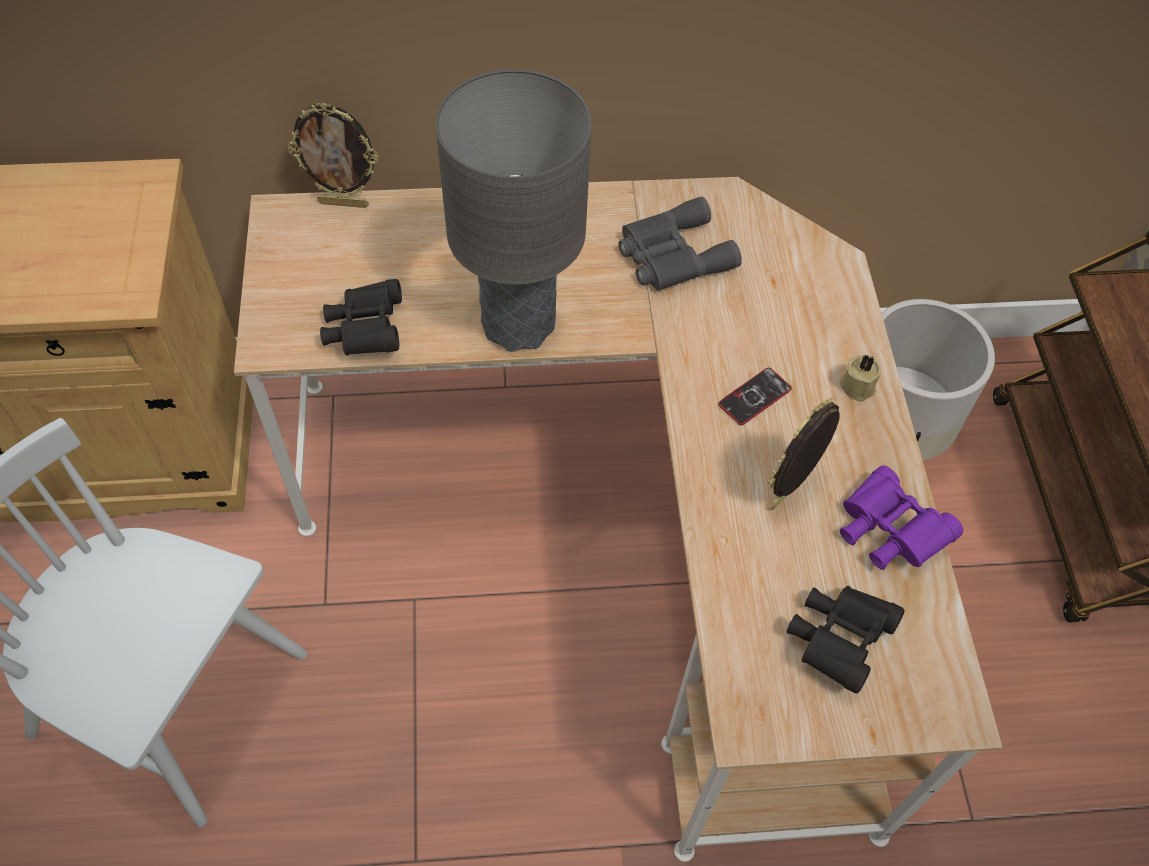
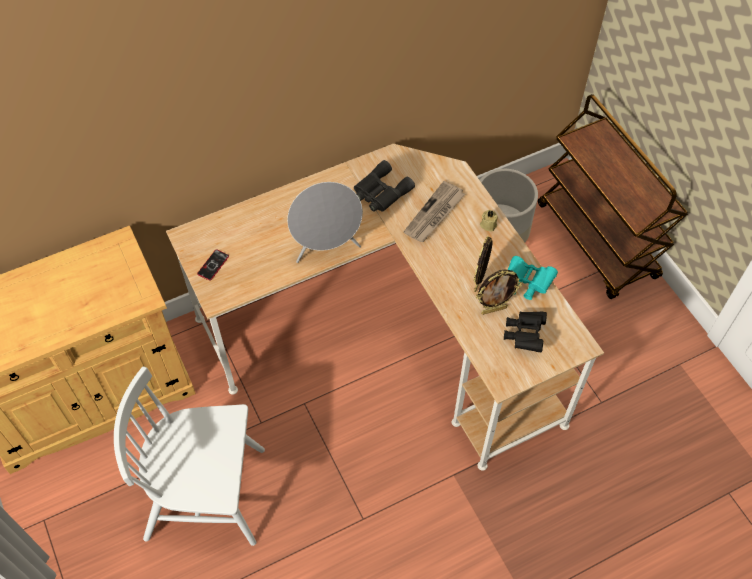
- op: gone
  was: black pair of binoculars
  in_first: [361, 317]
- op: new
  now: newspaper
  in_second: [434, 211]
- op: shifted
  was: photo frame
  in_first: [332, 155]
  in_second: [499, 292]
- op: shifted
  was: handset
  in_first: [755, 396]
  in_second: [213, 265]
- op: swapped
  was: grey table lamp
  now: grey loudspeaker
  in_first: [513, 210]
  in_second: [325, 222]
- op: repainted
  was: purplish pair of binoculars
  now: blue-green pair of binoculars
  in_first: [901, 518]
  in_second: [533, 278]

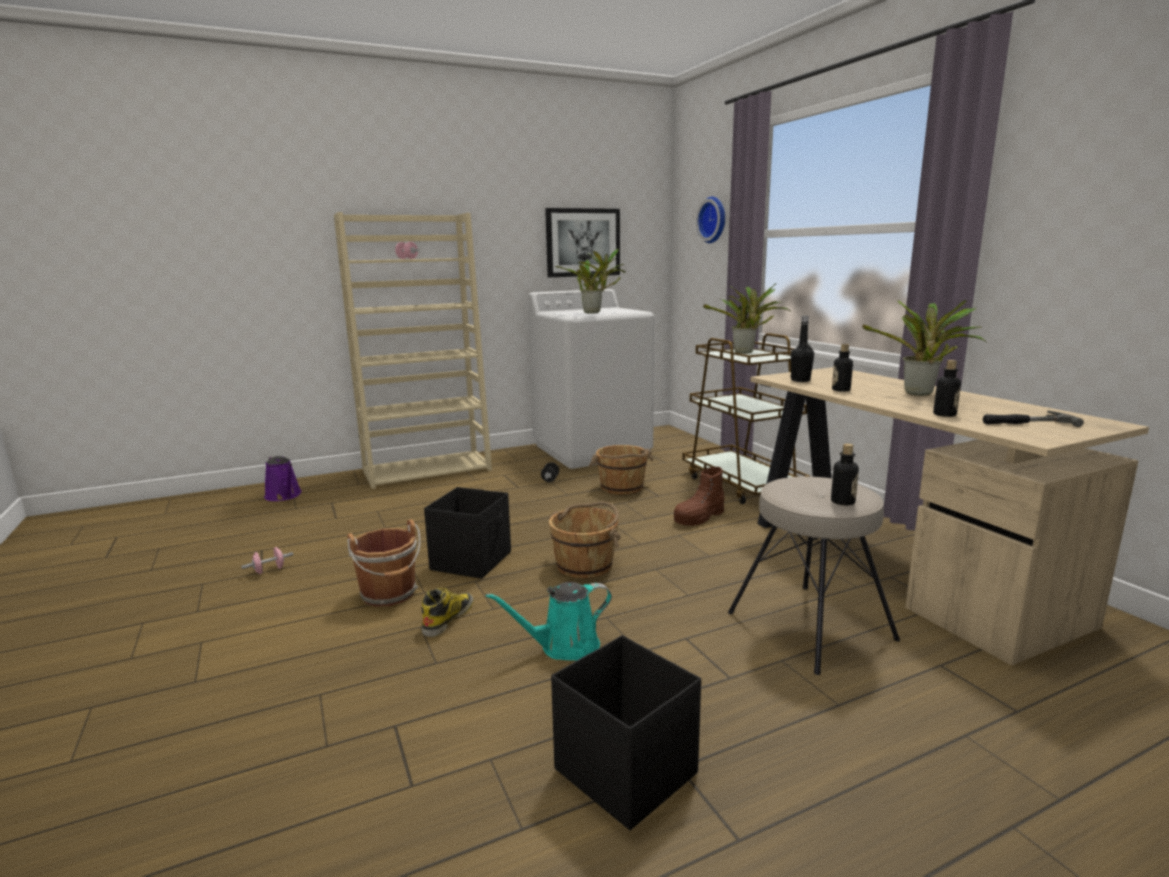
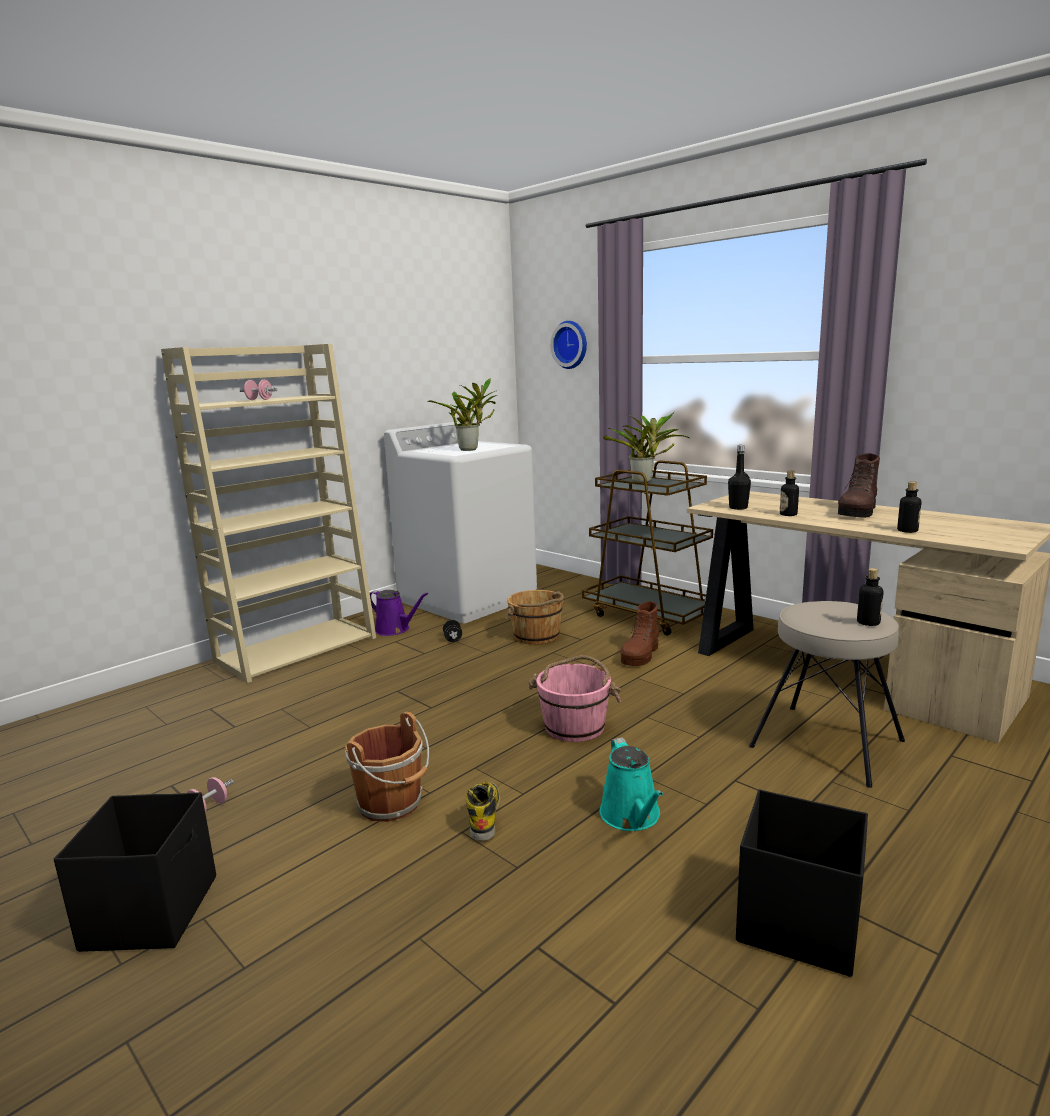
- op: gone
  was: picture
  in_first: [582, 242]
- op: gone
  was: hammer
  in_first: [1033, 419]
- op: shifted
  was: purplish watering can
  in_first: [283, 478]
  in_second: [399, 613]
- op: shifted
  was: black storage bin
  in_first: [467, 533]
  in_second: [135, 872]
- op: swapped
  was: plant in a pot
  now: brown-coloured tall boot
  in_first: [924, 348]
  in_second: [859, 485]
- op: repainted
  was: brown-coloured water bucket
  now: pink water bucket
  in_first: [585, 539]
  in_second: [575, 698]
- op: rotated
  was: blue-green watering can
  in_first: [549, 621]
  in_second: [631, 784]
  clockwise: -60

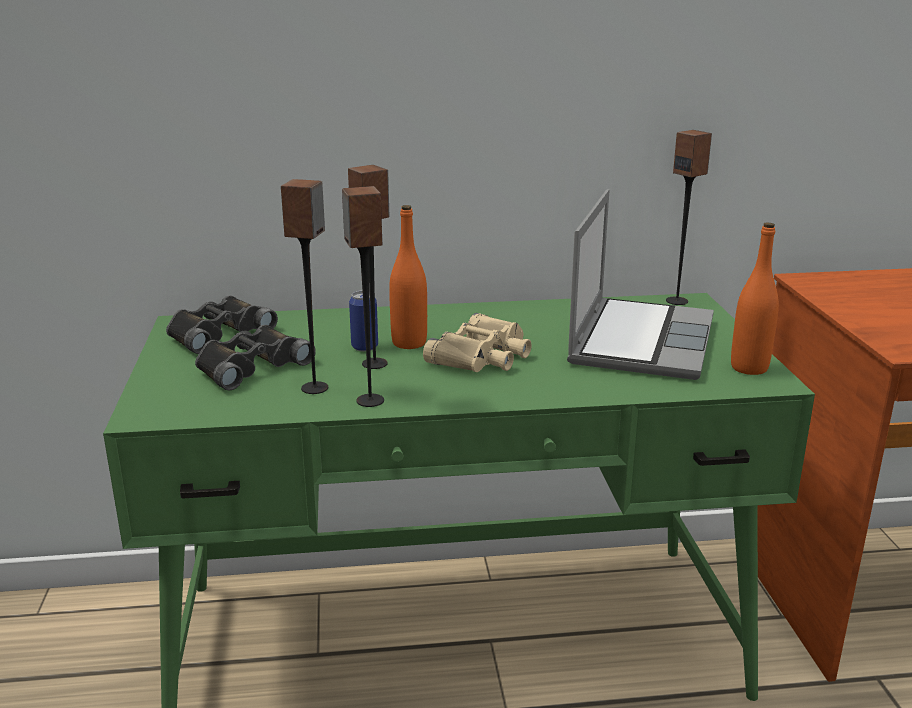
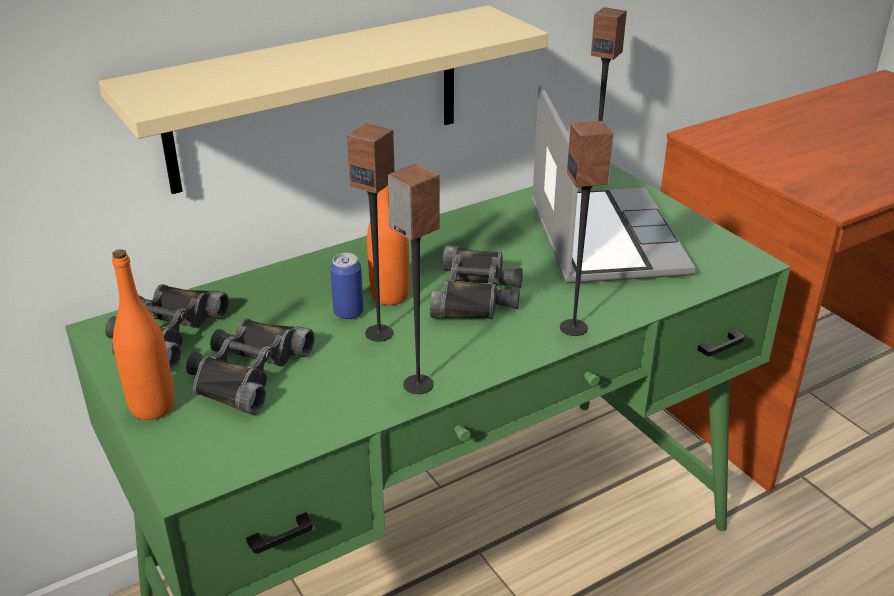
- op: new
  now: sand-coloured shelf
  in_second: [323, 99]
- op: shifted
  was: loudspeaker
  in_first: [304, 286]
  in_second: [587, 228]
- op: shifted
  was: orangey beverage bottle
  in_first: [755, 298]
  in_second: [143, 334]
- op: repainted
  was: sand-coloured pair of binoculars
  now: black pair of binoculars
  in_first: [477, 342]
  in_second: [476, 282]

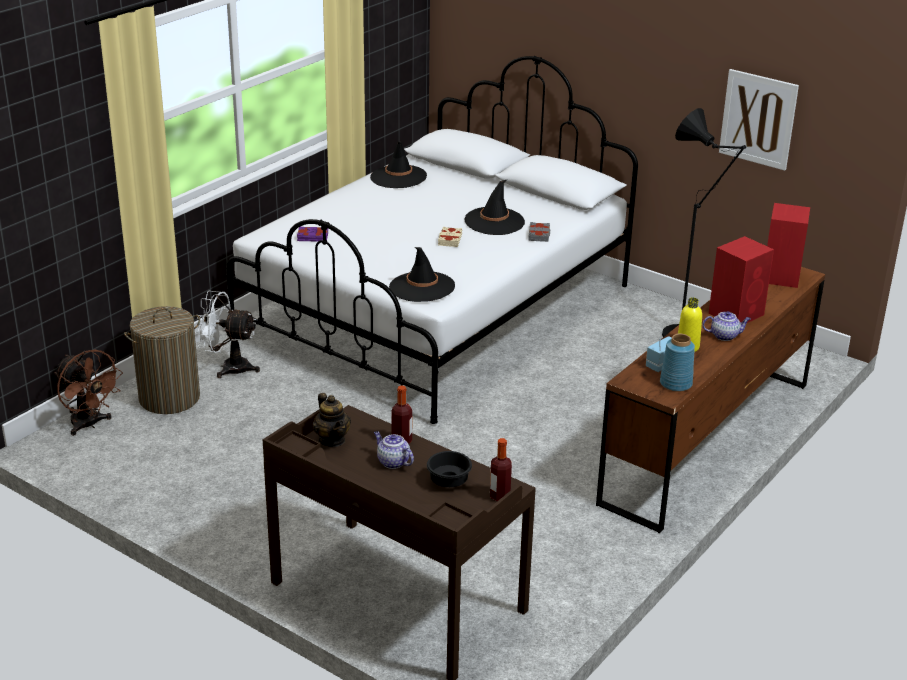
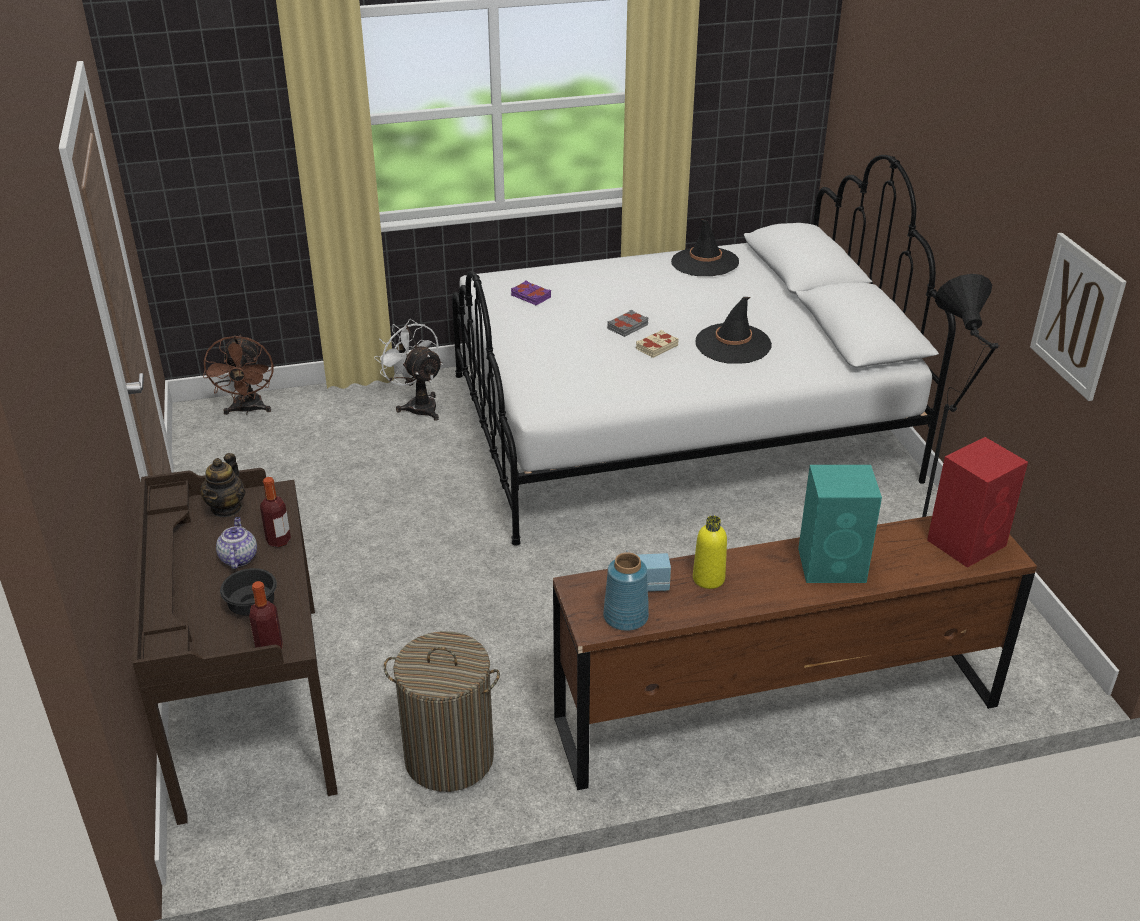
- op: gone
  was: black clothing hat
  in_first: [422, 274]
- op: gone
  was: teapot
  in_first: [726, 326]
- op: shifted
  was: hamper
  in_first: [162, 360]
  in_second: [442, 711]
- op: shifted
  was: grey bound book
  in_first: [539, 232]
  in_second: [628, 323]
- op: repainted
  was: red loudspeaker
  now: blue-green loudspeaker
  in_first: [741, 279]
  in_second: [840, 524]

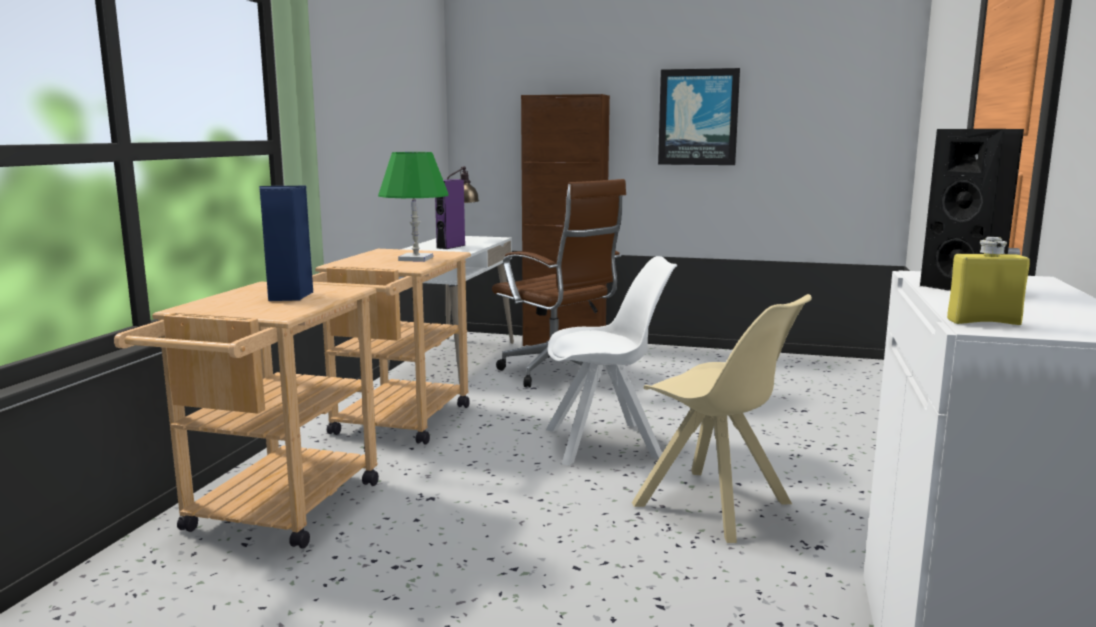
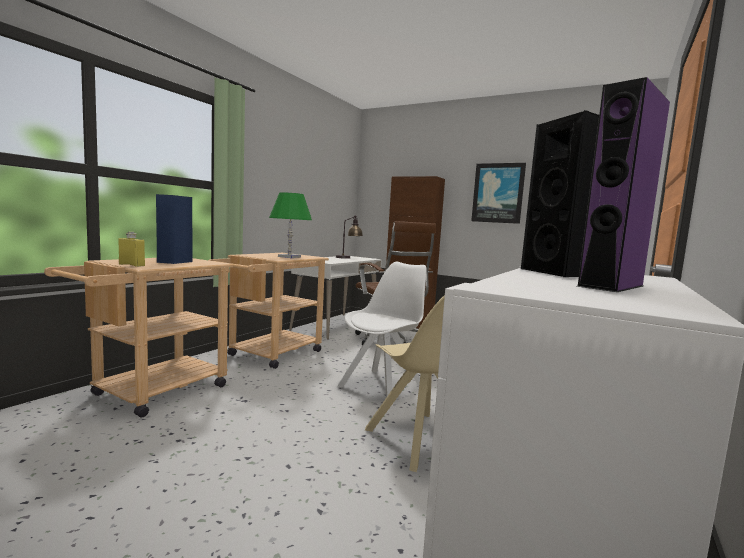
- op: shifted
  was: purplish loudspeaker
  in_first: [450, 214]
  in_second: [623, 184]
- op: shifted
  was: yellow beverage bottle
  in_first: [988, 281]
  in_second: [131, 249]
- op: rotated
  was: white-coloured chair
  in_first: [611, 361]
  in_second: [382, 334]
  clockwise: -60

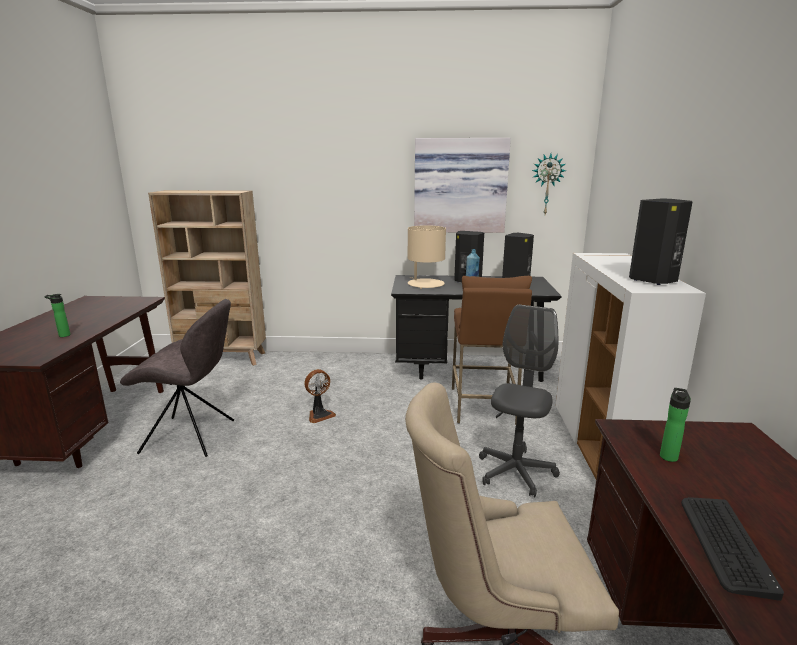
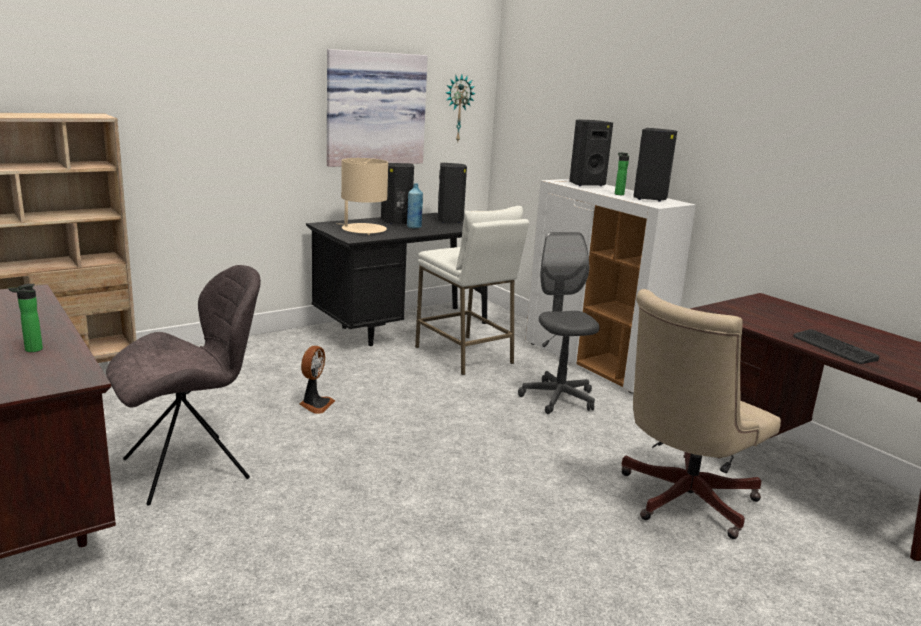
- op: new
  now: black loudspeaker
  in_second: [591, 153]
- op: shifted
  was: beverage bottle
  in_first: [675, 425]
  in_second: [622, 173]
- op: repainted
  was: brown-coloured stool seat
  now: white-coloured stool seat
  in_first: [492, 350]
  in_second: [472, 290]

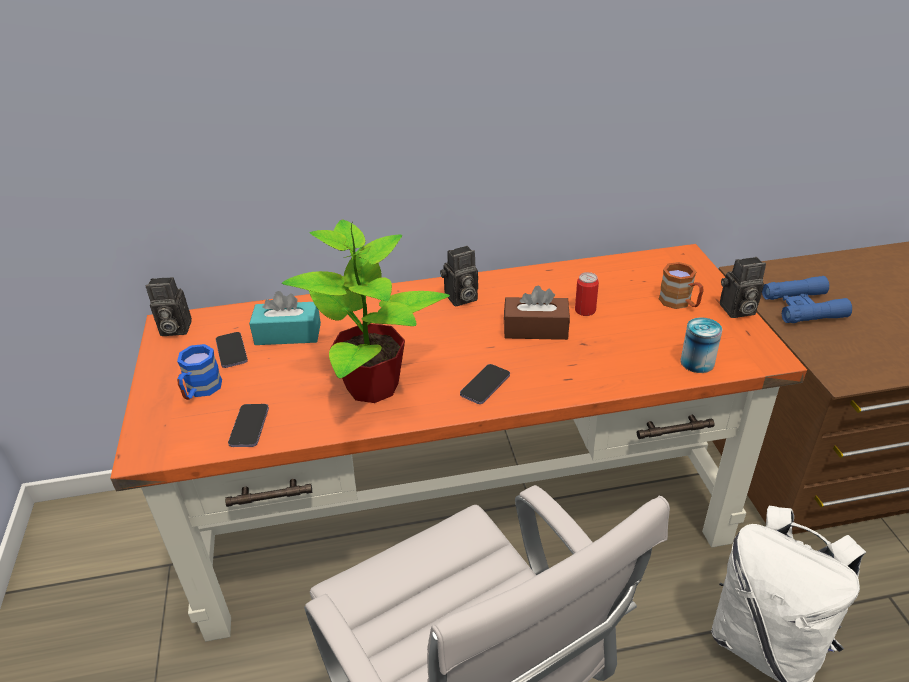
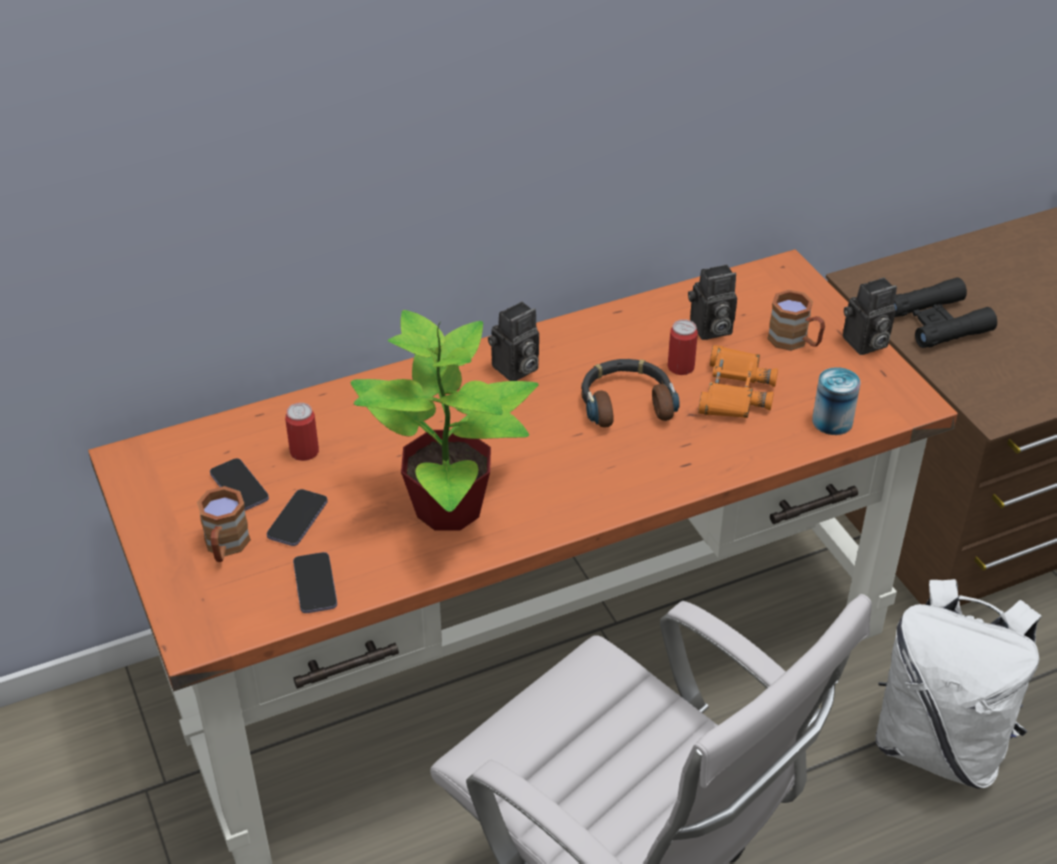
- op: new
  now: orangey pair of binoculars
  in_second: [738, 381]
- op: shifted
  was: still camera
  in_first: [169, 306]
  in_second: [712, 302]
- op: shifted
  was: handset
  in_first: [485, 384]
  in_second: [297, 517]
- op: swapped
  was: blue-green tissue holder
  now: can
  in_first: [285, 318]
  in_second: [302, 432]
- op: swapped
  was: brown-coloured tissue holder
  now: pair of headphones
  in_first: [537, 313]
  in_second: [630, 393]
- op: repainted
  was: bluish coffee mug
  now: brown-coloured coffee mug
  in_first: [199, 372]
  in_second: [224, 524]
- op: repainted
  was: bluish pair of binoculars
  now: black pair of binoculars
  in_first: [807, 299]
  in_second: [945, 312]

